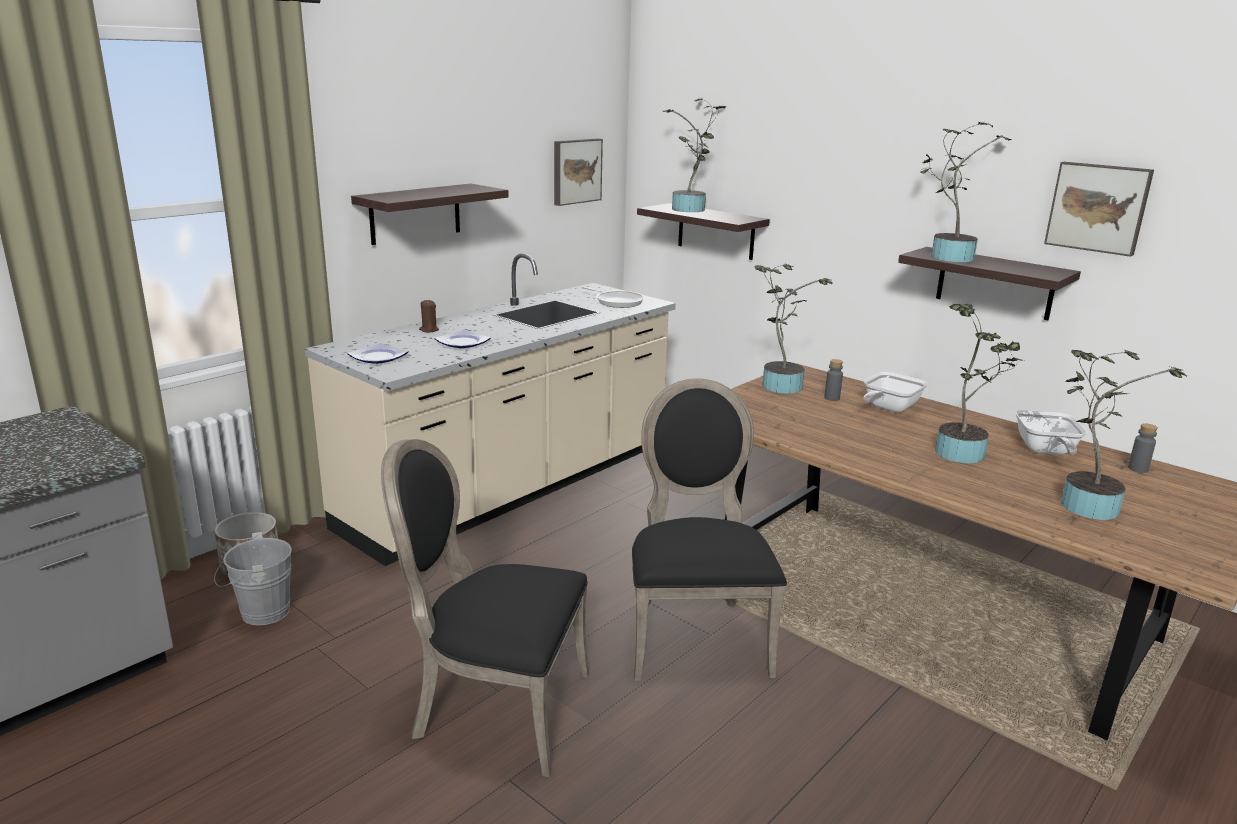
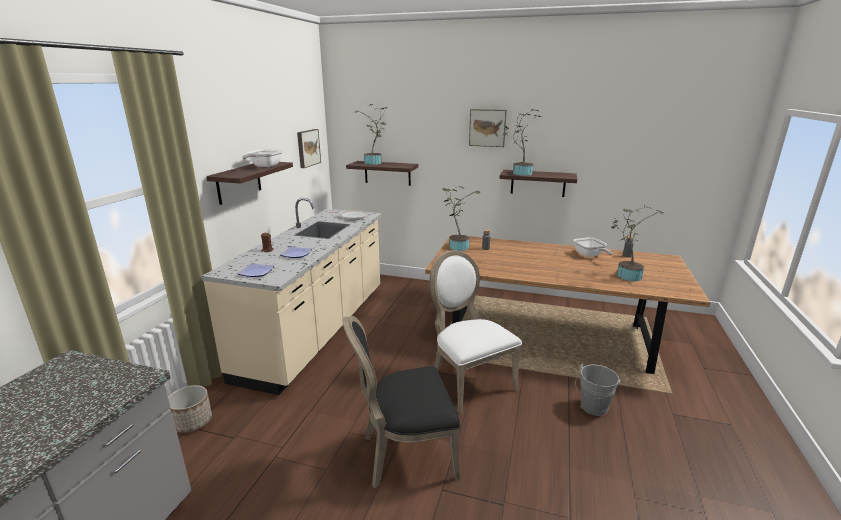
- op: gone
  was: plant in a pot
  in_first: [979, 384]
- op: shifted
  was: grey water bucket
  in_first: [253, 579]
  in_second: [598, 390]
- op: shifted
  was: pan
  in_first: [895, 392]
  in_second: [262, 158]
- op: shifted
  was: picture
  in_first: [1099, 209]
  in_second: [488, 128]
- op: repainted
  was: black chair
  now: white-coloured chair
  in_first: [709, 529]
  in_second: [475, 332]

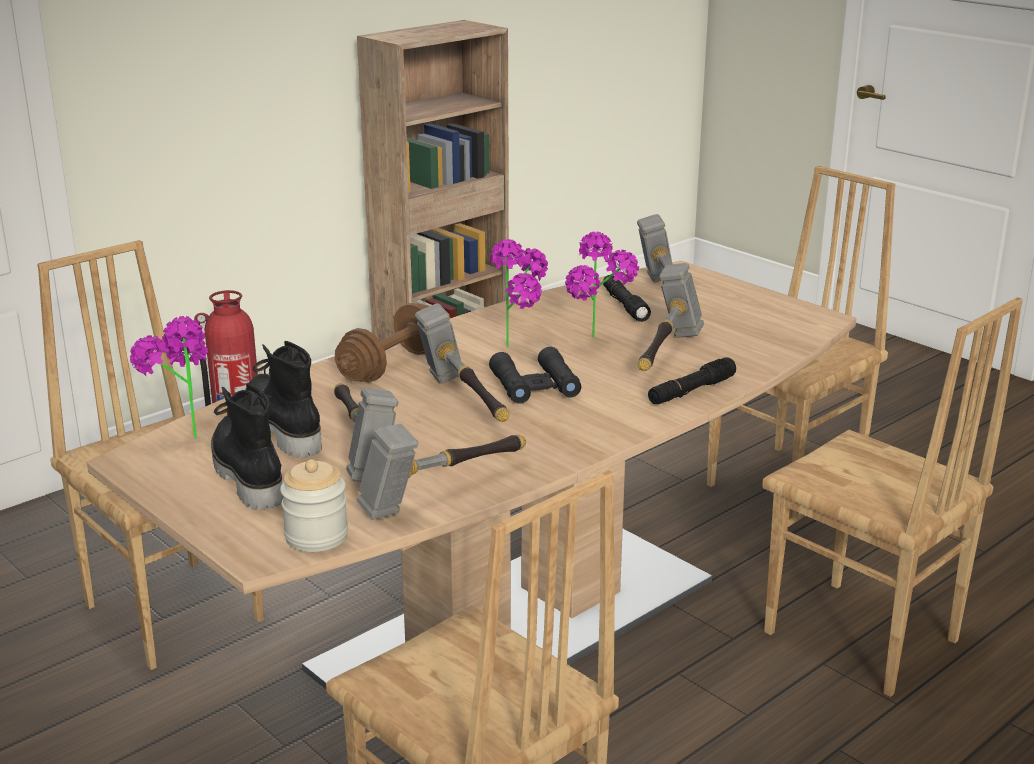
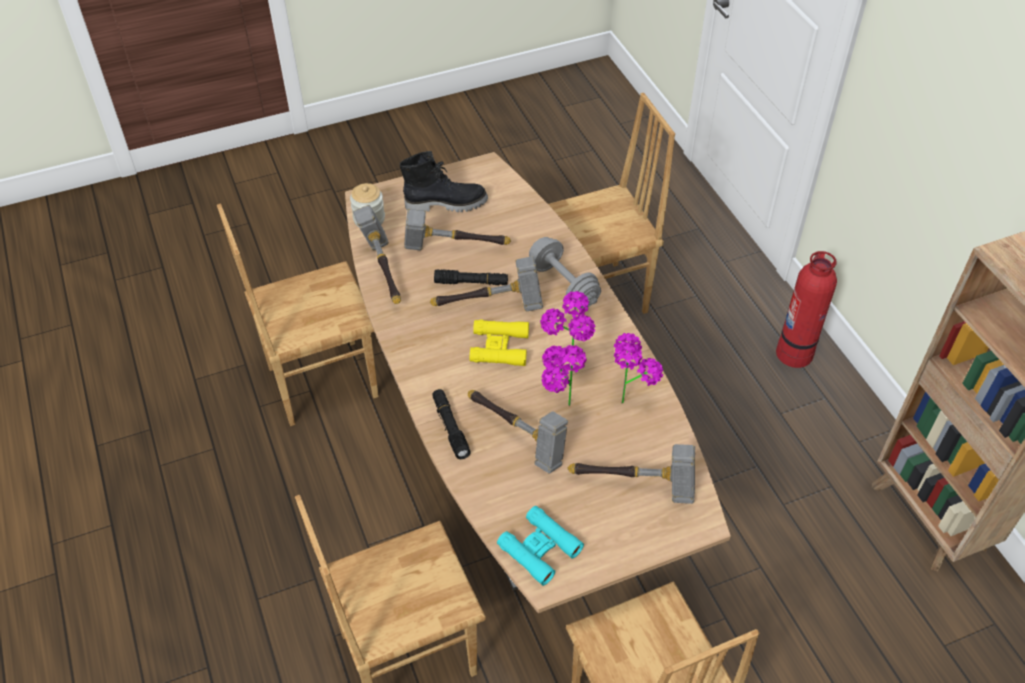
- op: gone
  was: black tall boot
  in_first: [283, 399]
- op: new
  now: blue-green pair of binoculars
  in_second: [540, 546]
- op: shifted
  was: plant in a pot
  in_first: [169, 377]
  in_second: [638, 368]
- op: shifted
  was: black torch
  in_first: [627, 298]
  in_second: [471, 277]
- op: repainted
  was: brown-coloured dumbbell
  now: grey dumbbell
  in_first: [382, 343]
  in_second: [565, 272]
- op: repainted
  was: black pair of binoculars
  now: yellow pair of binoculars
  in_first: [535, 375]
  in_second: [499, 343]

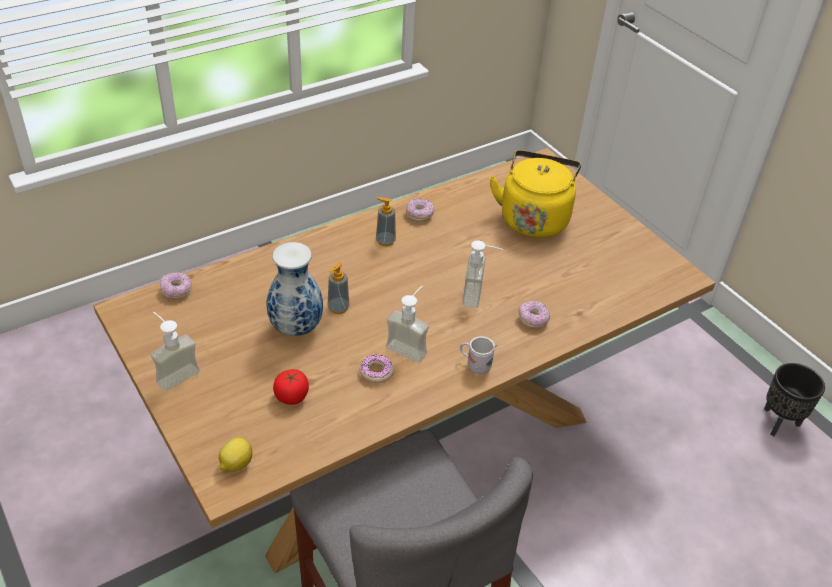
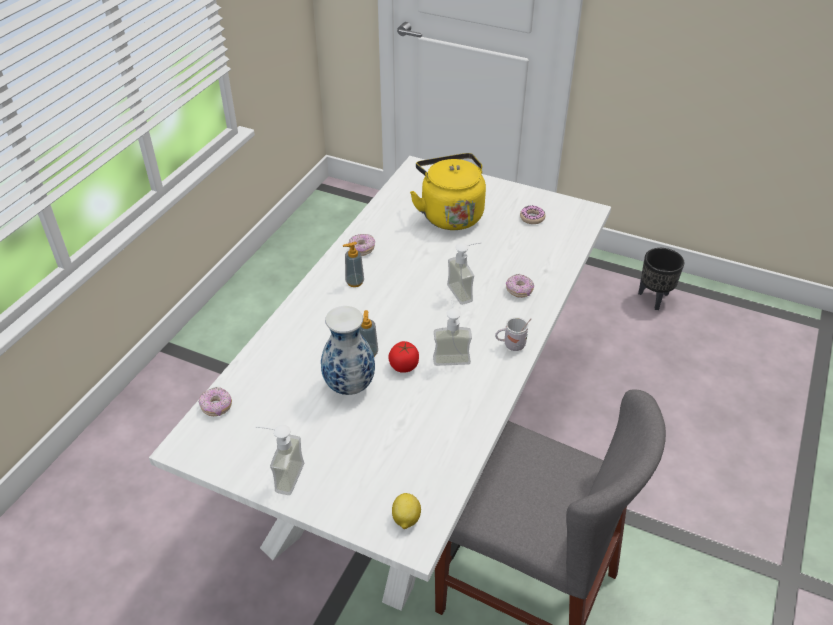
- op: shifted
  was: fresh tomato
  in_first: [291, 387]
  in_second: [403, 357]
- op: shifted
  was: doughnut
  in_first: [377, 369]
  in_second: [533, 214]
- op: repainted
  was: brown-coloured dinner table
  now: white-coloured dinner table
  in_first: [404, 360]
  in_second: [380, 383]

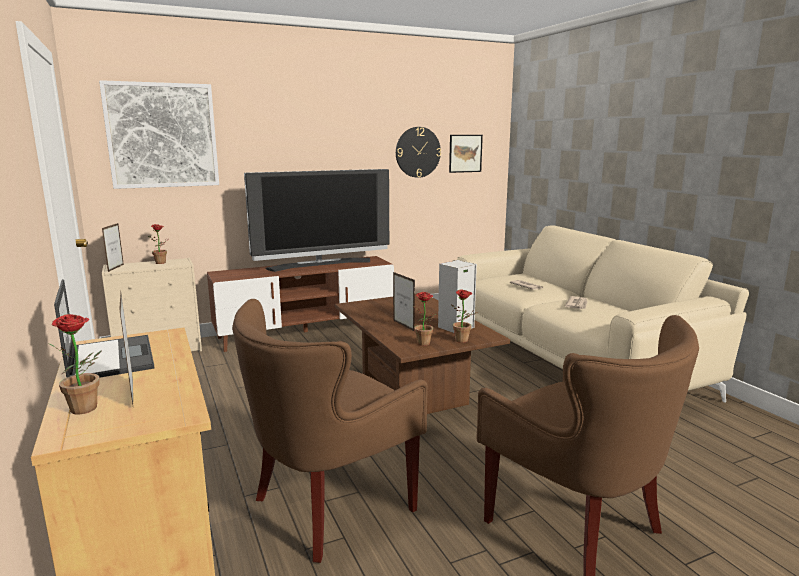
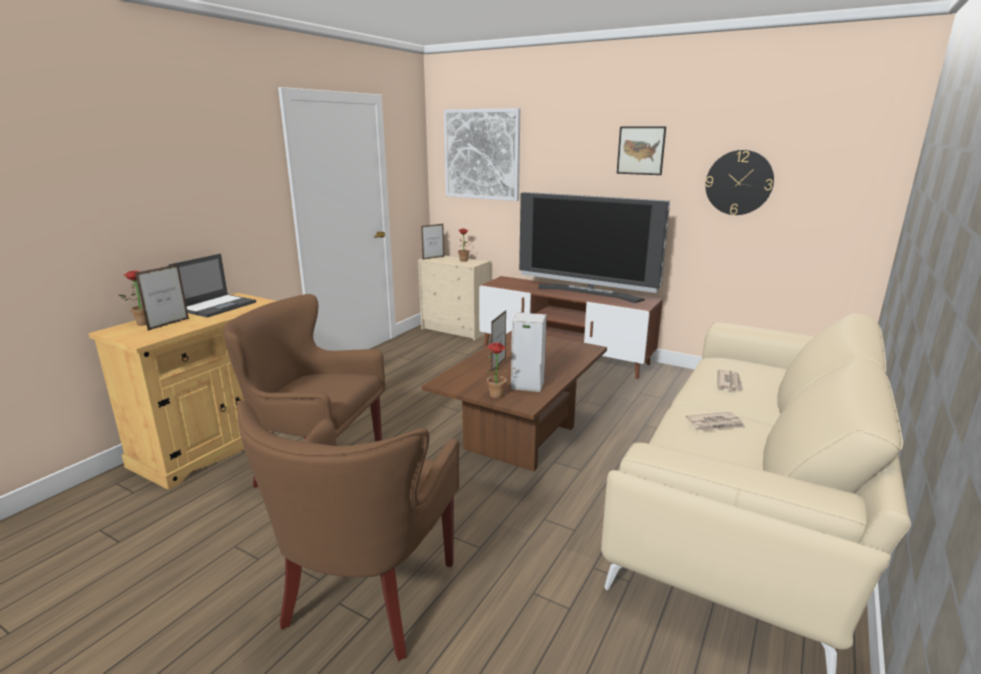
- op: gone
  was: plant in a pot
  in_first: [425, 319]
- op: shifted
  was: picture
  in_first: [466, 154]
  in_second: [641, 151]

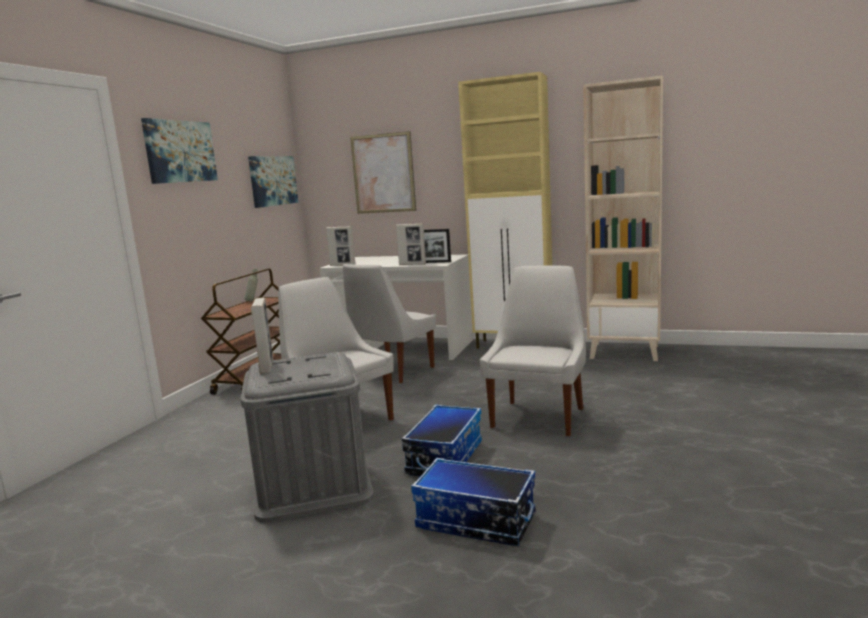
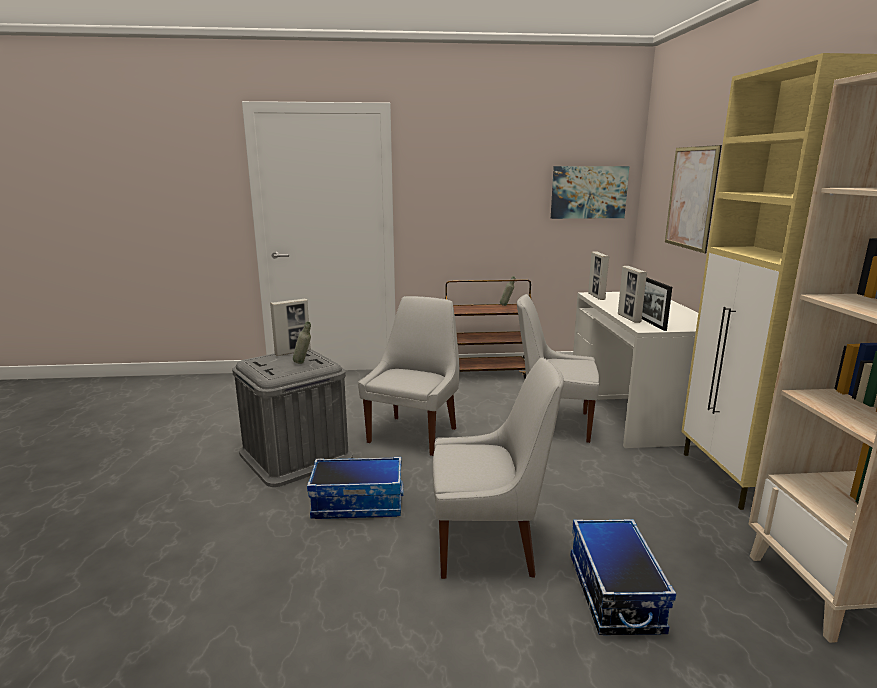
- op: gone
  was: picture
  in_first: [179, 151]
- op: new
  now: grey beverage bottle
  in_second: [302, 343]
- op: shifted
  was: storage bin
  in_first: [473, 502]
  in_second: [623, 577]

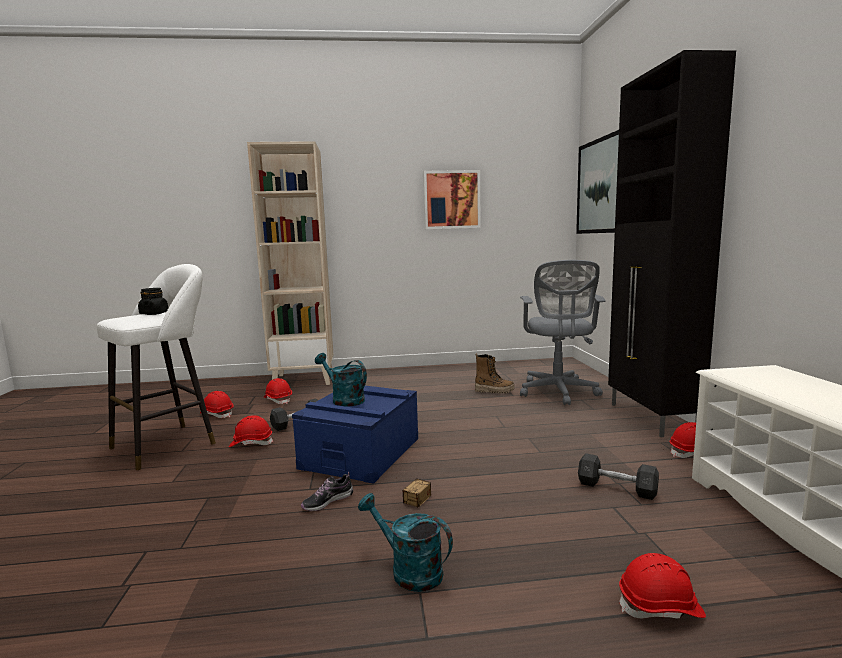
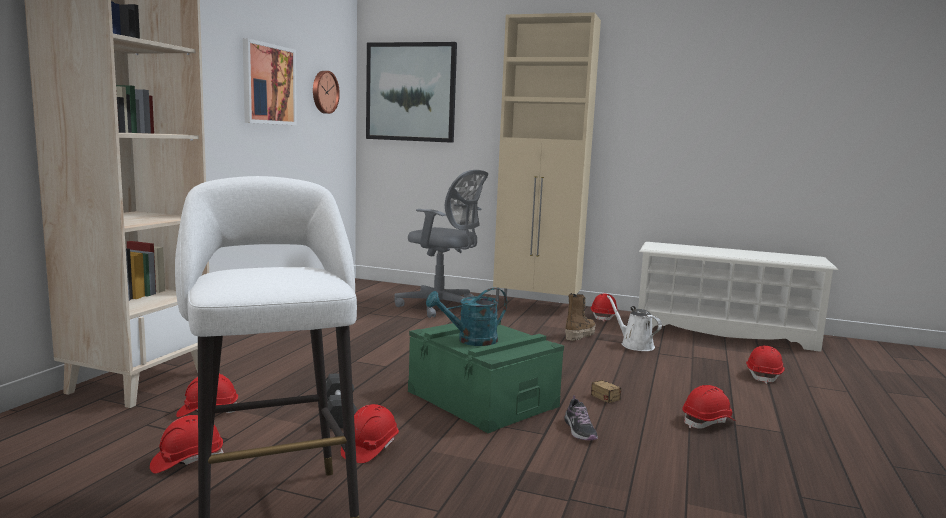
- op: gone
  was: black storage jar
  in_first: [153, 301]
- op: new
  now: hanging clock
  in_second: [326, 92]
- op: shifted
  was: tall boot
  in_first: [494, 373]
  in_second: [580, 317]
- op: swapped
  was: blue-green watering can
  now: red hard hat
  in_first: [405, 542]
  in_second: [708, 407]
- op: swapped
  was: grey dumbbell
  now: white-coloured watering can
  in_first: [618, 476]
  in_second: [634, 323]
- op: repainted
  was: bluish storage bin
  now: greenish storage bin
  in_first: [355, 435]
  in_second: [486, 376]
- op: repainted
  was: black cabinet
  now: sand-coloured cabinet
  in_first: [672, 243]
  in_second: [547, 158]

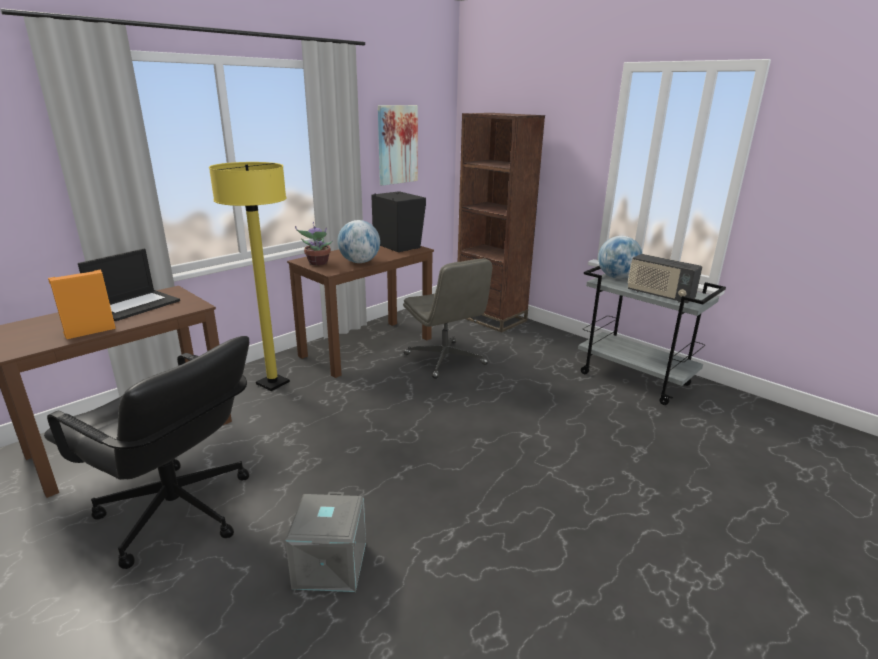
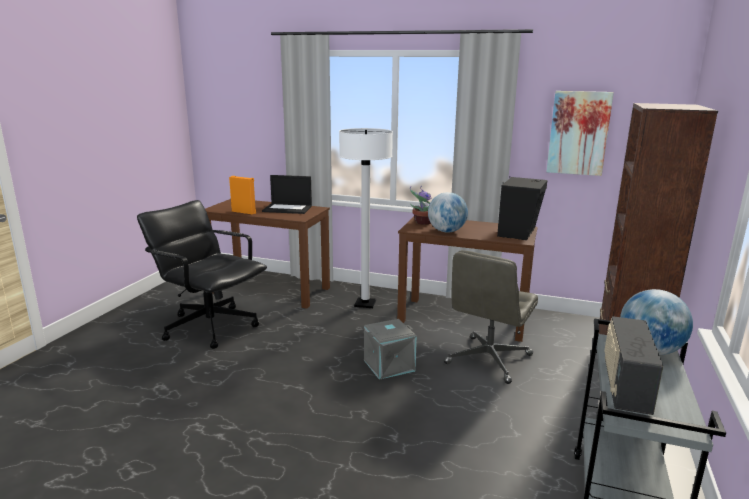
- op: shifted
  was: grey storage bin
  in_first: [325, 542]
  in_second: [390, 349]
- op: repainted
  was: yellow floor lamp
  now: white-coloured floor lamp
  in_first: [249, 276]
  in_second: [366, 218]
- op: rotated
  was: black office chair
  in_first: [146, 452]
  in_second: [202, 274]
  clockwise: 120

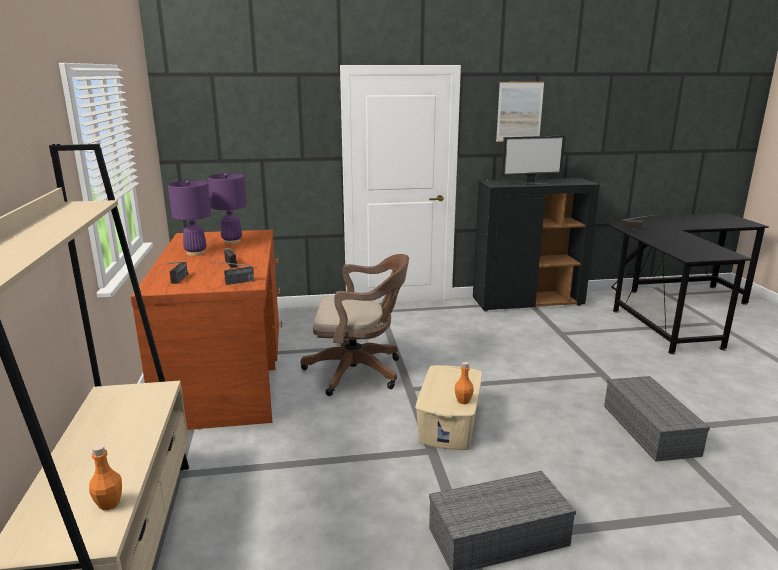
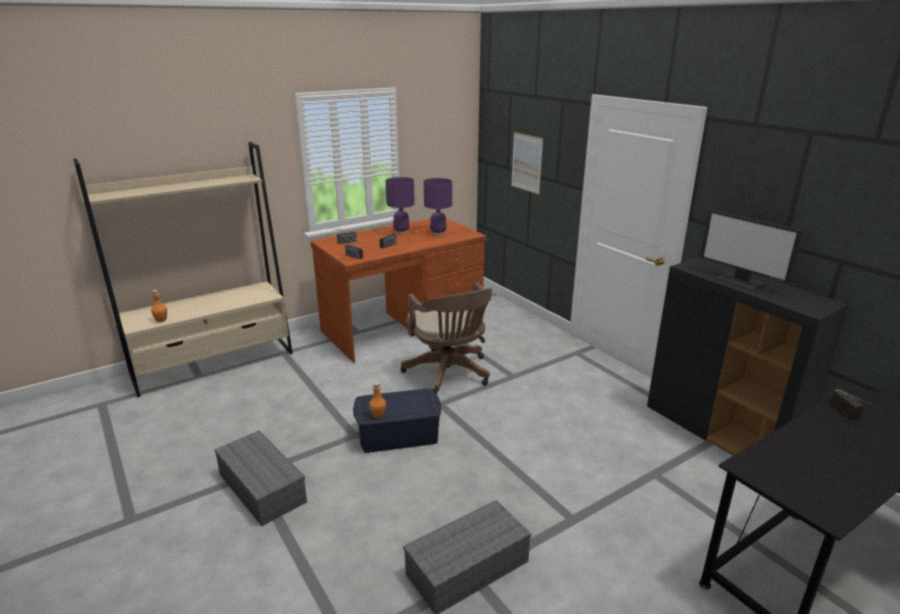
- op: shifted
  was: picture
  in_first: [520, 112]
  in_second: [527, 163]
- op: repainted
  was: sand-coloured storage bin
  now: bluish storage bin
  in_first: [448, 407]
  in_second: [397, 421]

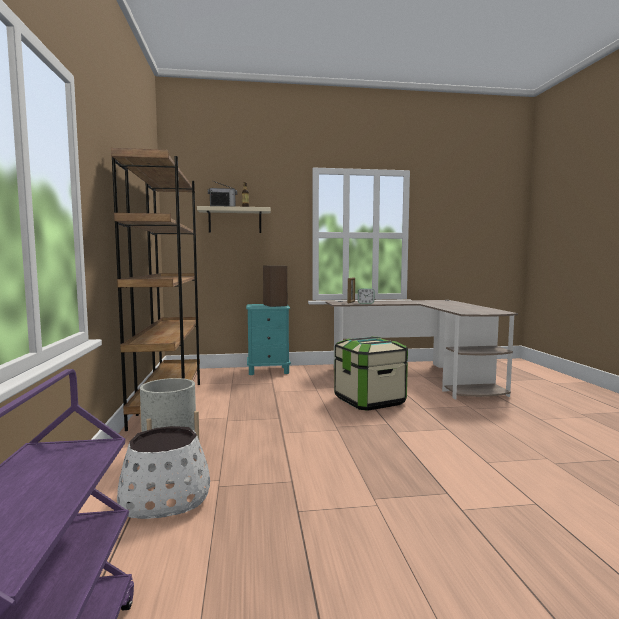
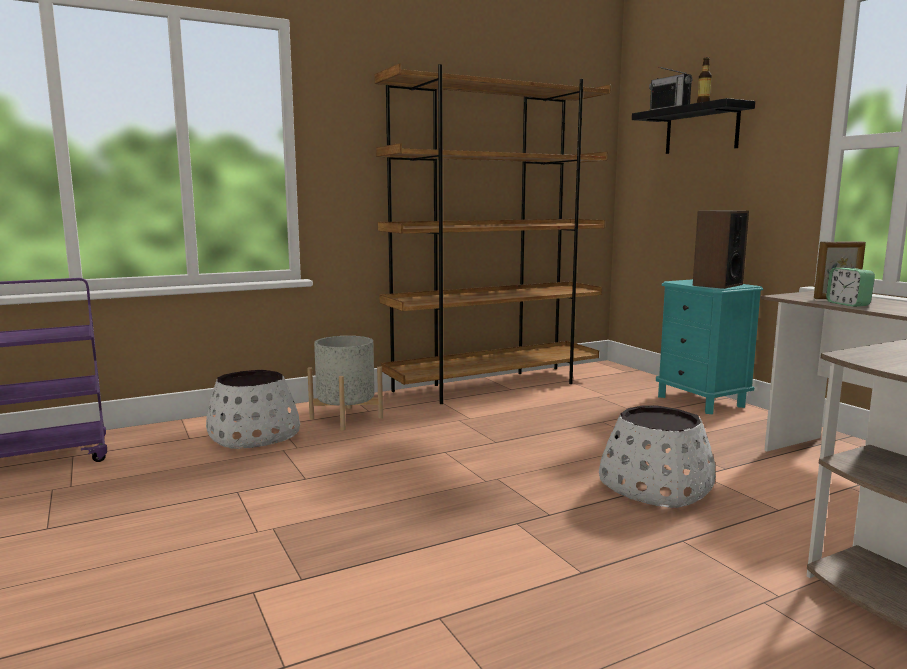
- op: swapped
  was: storage bin
  now: white-coloured plant pot
  in_first: [371, 373]
  in_second: [657, 456]
- op: repainted
  was: sand-coloured shelf
  now: black shelf
  in_first: [234, 219]
  in_second: [693, 126]

